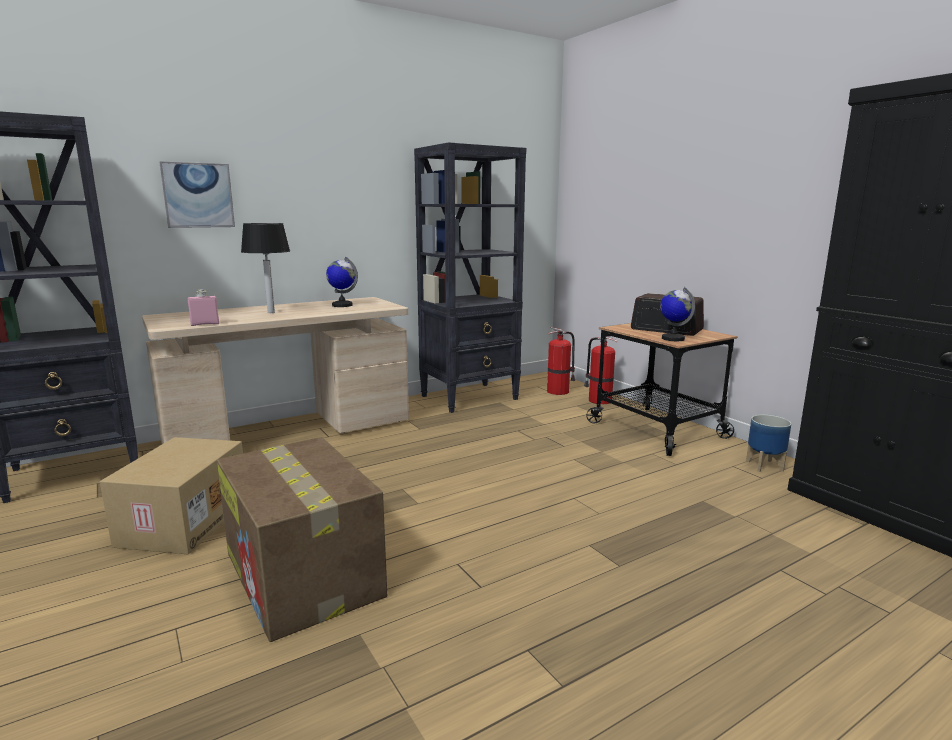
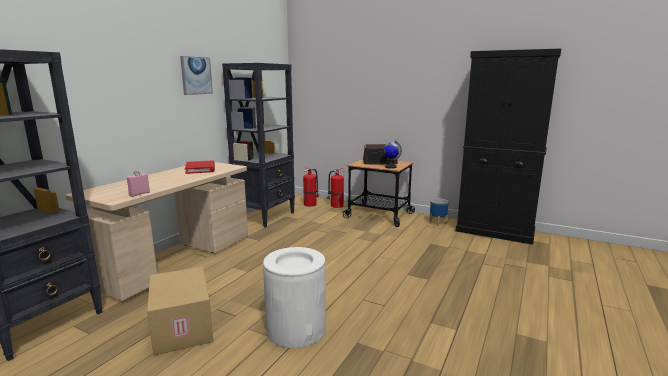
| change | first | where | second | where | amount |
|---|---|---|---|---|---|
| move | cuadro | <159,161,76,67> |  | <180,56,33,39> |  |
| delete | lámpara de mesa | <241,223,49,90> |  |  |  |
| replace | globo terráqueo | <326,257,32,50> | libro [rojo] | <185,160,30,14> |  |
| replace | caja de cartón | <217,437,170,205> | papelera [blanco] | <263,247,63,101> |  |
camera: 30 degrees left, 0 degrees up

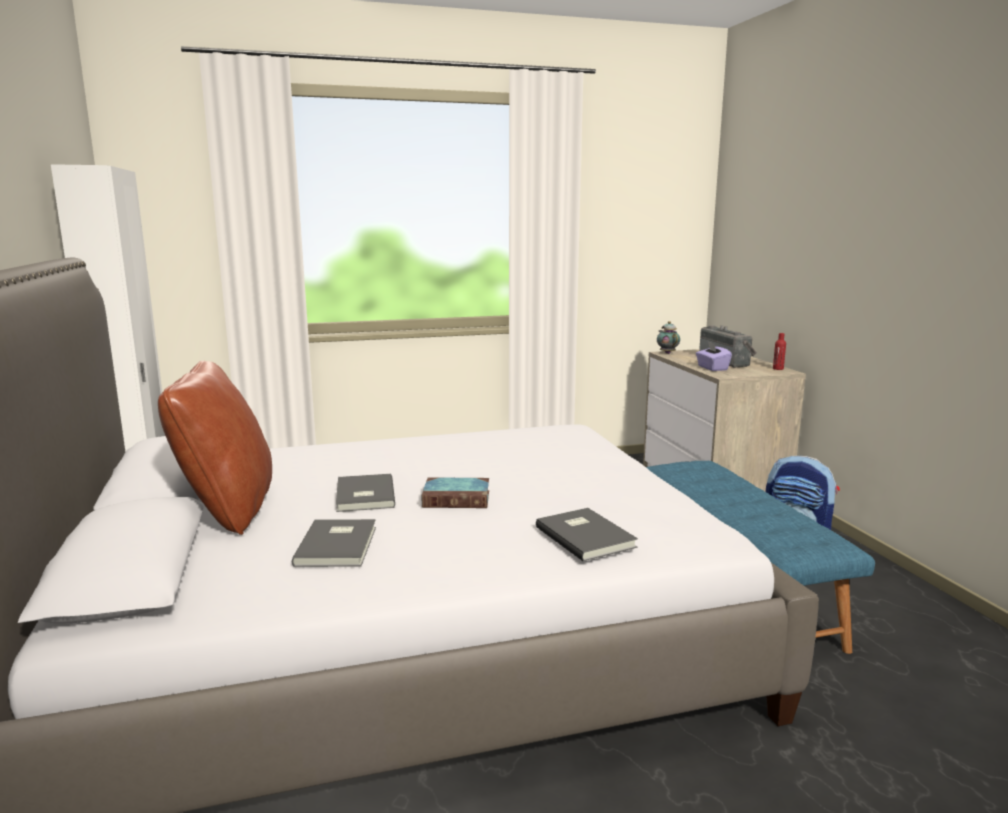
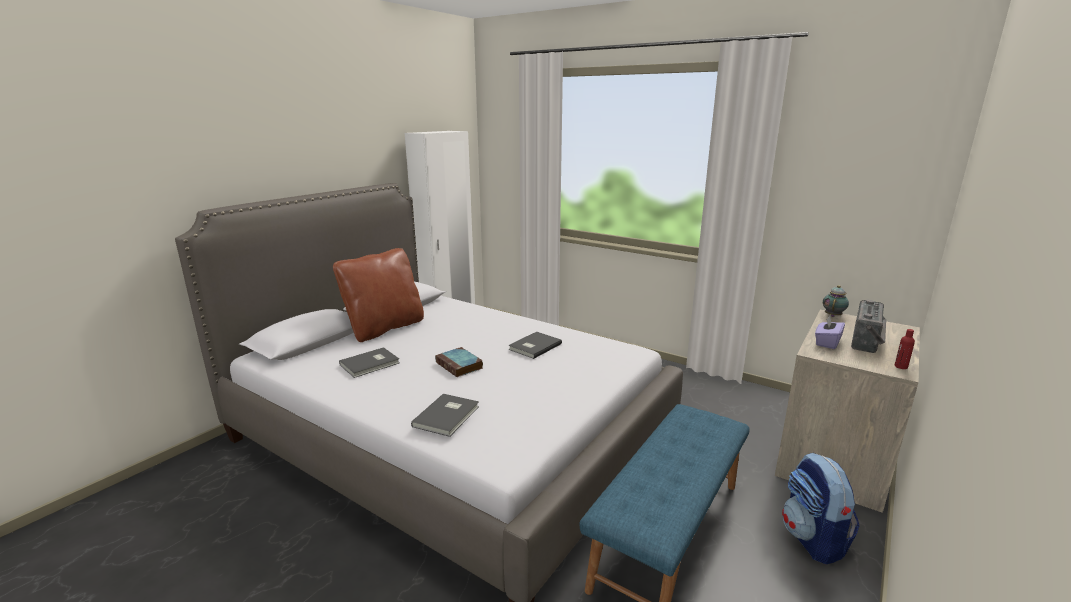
| change | first | where | second | where | amount |
|---|---|---|---|---|---|
| move | libro [gris] | <336,474,59,38> |  | <508,332,54,27> |  |
camera: 50 degrees right, 5 degrees up

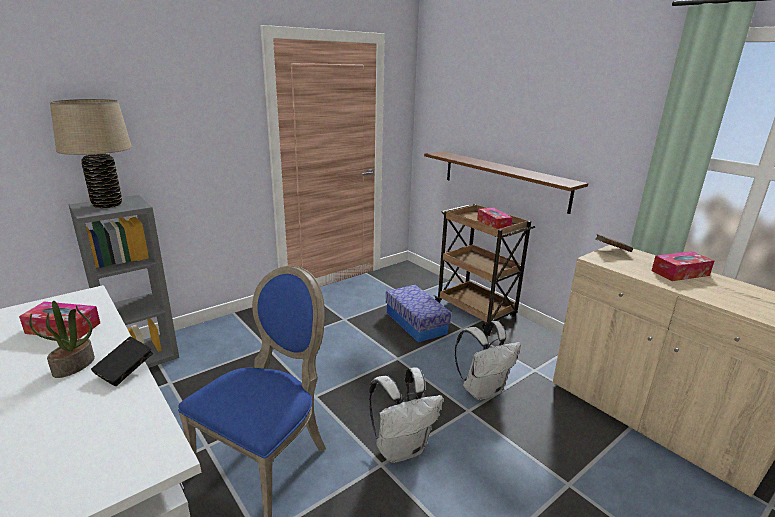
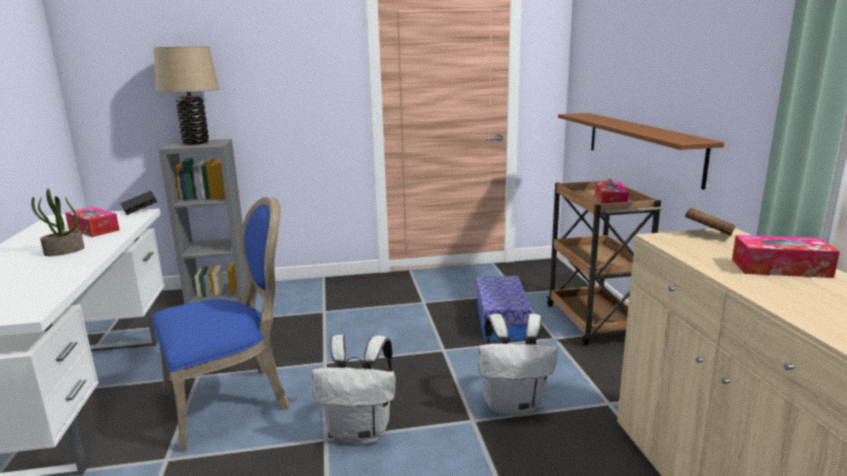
| change | first | where | second | where | amount |
|---|---|---|---|---|---|
| move | libro [negro] | <91,337,62,49> |  | <120,190,37,25> |  |
camera: 30 degrees right, 5 degrees down

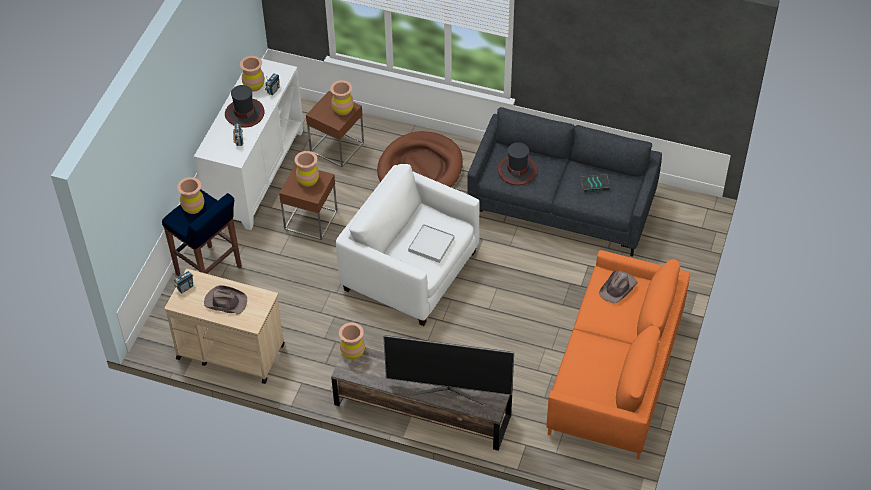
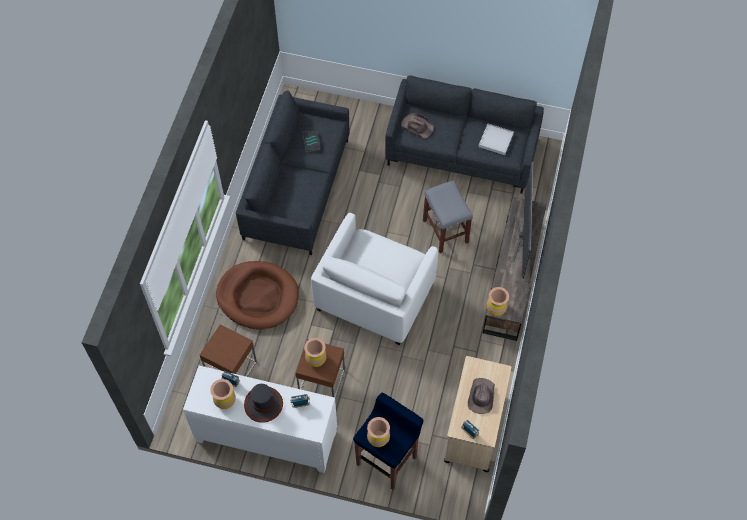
| change | first | where | second | where | amount |
|---|---|---|---|---|---|
| delete | florero [marrón] | <330,80,24,35> |  |  |  |
| delete | sombrero | <498,142,40,43> |  |  |  |
| move | bandeja [blanco] | <408,224,46,39> |  | <478,123,36,32> |  |
| recolor | sofá [naranja] | <546,250,144,210> | sofá [gris] | <385,75,159,119> |  |
| insert |  |  | taburete [gris] | <423,180,50,73> |  |
camera: 95 degrees left, 10 degrees up

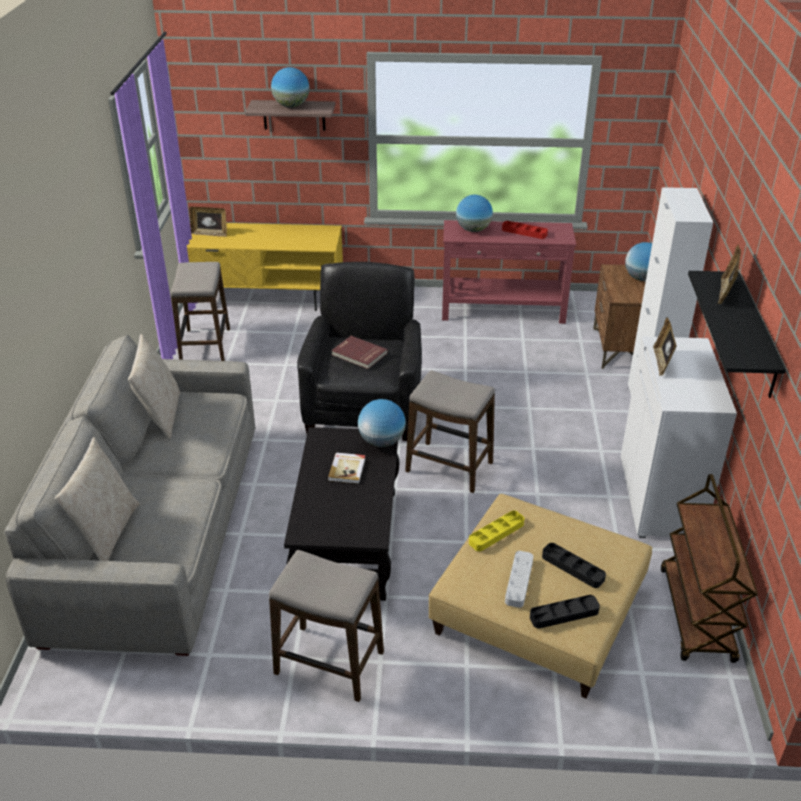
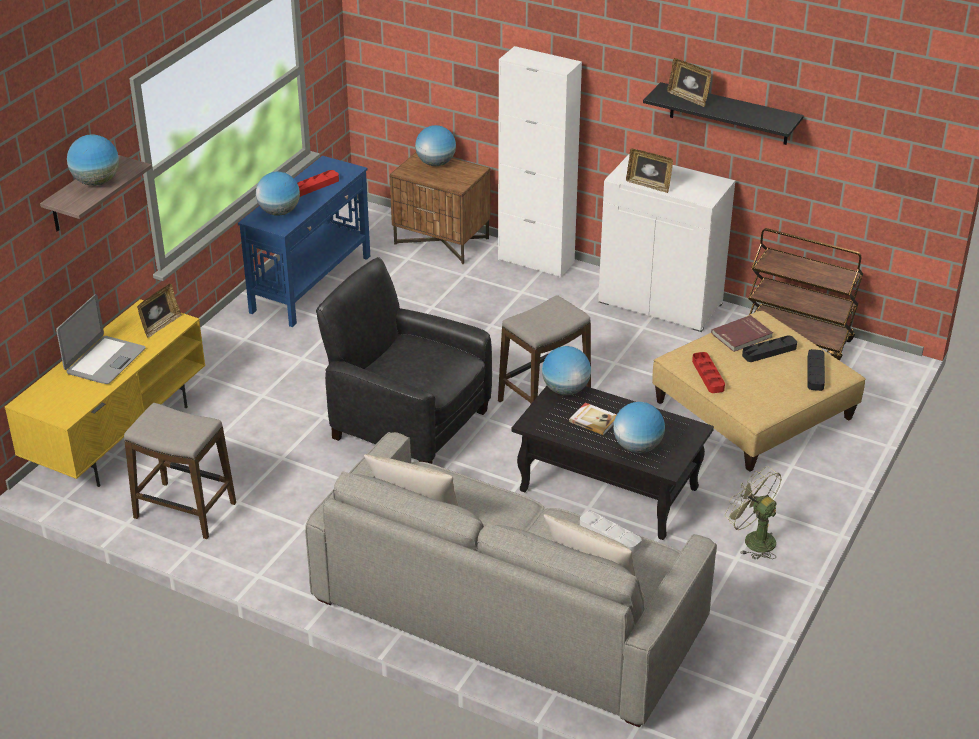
| change | first | where | second | where | amount |
|---|---|---|---|---|---|
| move | portarretratos | <189,207,38,30> |  | <137,284,45,54> |  |
| recolor | mesa consola [rojo] | <442,220,134,104> | mesa consola [azul] | <238,156,132,171> |  |
| move | libro [rojo] | <331,336,57,33> |  | <711,315,62,37> |  |
| recolor | bandeja [amarillo] | <469,511,55,40> | bandeja [rojo] | <692,352,33,41> |  |
| replace | taburete | <269,550,115,152> | ventilador [verde] | <725,466,57,93> |  |
| move | bandeja [gris] | <505,551,29,57> |  | <580,511,62,43> |  |
| insert |  |  | portátil | <56,294,90,90> |  |
| insert |  |  | globo terráqueo | <613,402,52,51> |  |
camera: 65 degrees left, 0 degrees up

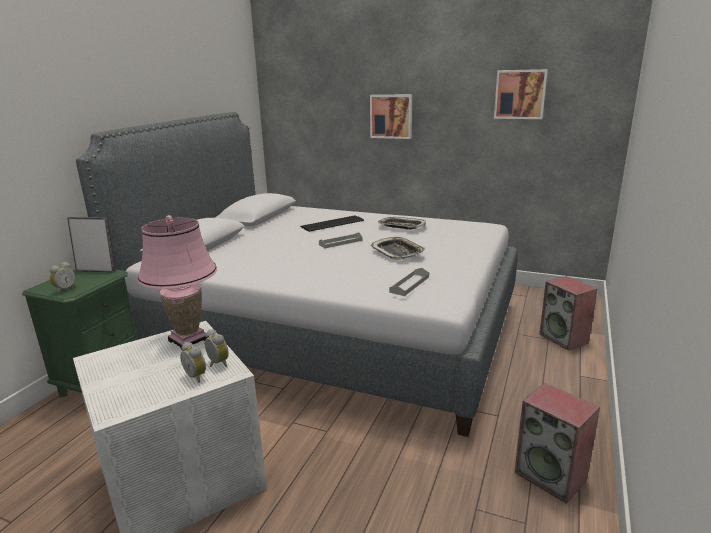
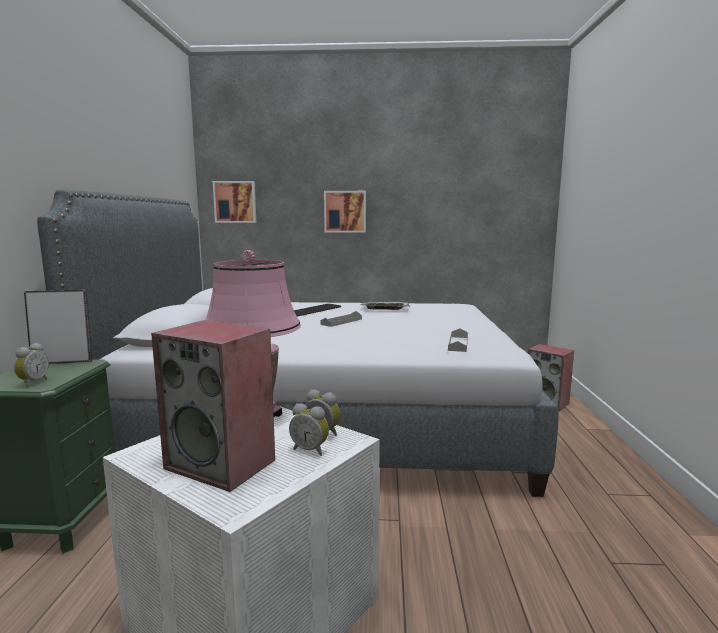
| change | first | where | second | where | amount |
|---|---|---|---|---|---|
| move | cuadro | <494,69,54,50> |  | <213,181,44,42> |  |
| delete | bandeja | <370,237,56,23> |  |  |  |
| move | altavoz | <514,383,86,121> |  | <151,320,124,172> |  |
camera: 20 degrees left, 10 degrees down

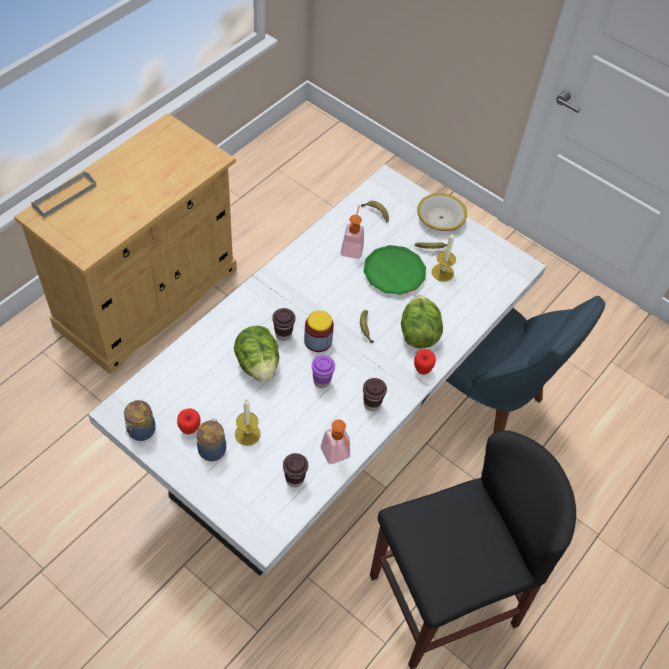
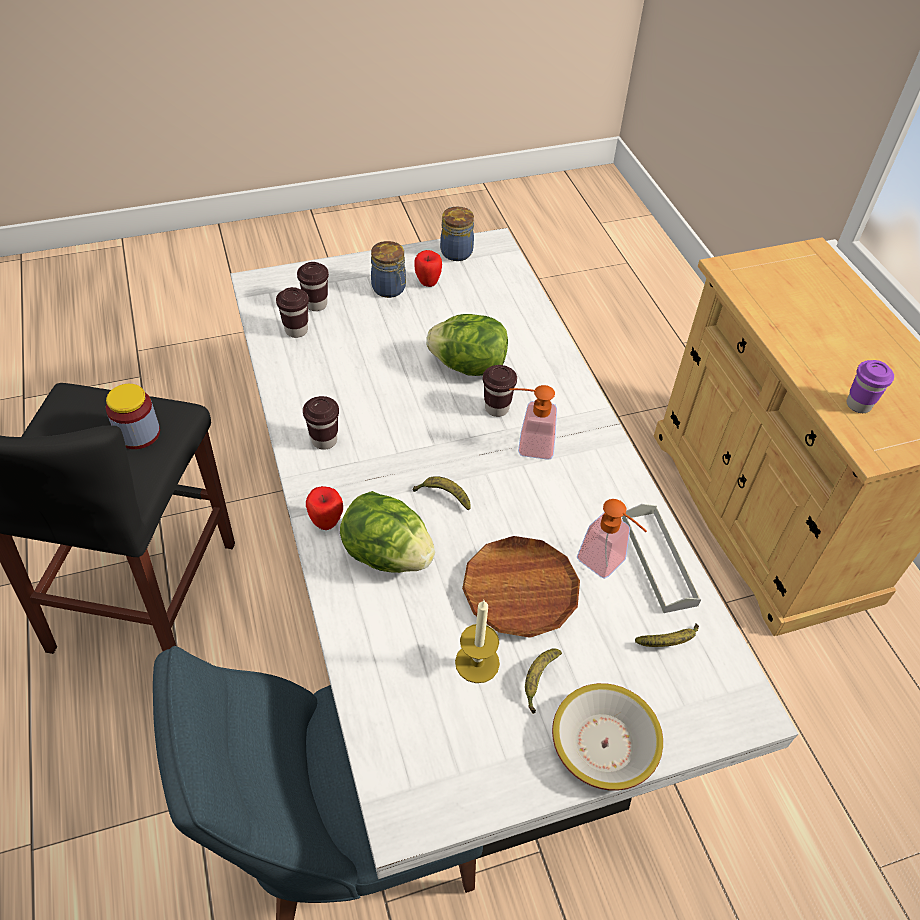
| change | first | where | second | where | amount |
|---|---|---|---|---|---|
| move | bandeja [gris] | <31,171,66,47> |  | <622,504,79,109> |  |
| recolor | plato [verde] | <364,245,62,50> | plato [marrón] | <462,536,118,102> |  |
| move | tarro | <304,311,30,41> |  | <106,384,54,65> |  |
| move | taza [morado] | <312,355,23,33> |  | <847,360,47,53> |  |
| delete | vela | <235,398,26,48> |  |  |  |
| move | dispensador de jabón | <321,419,29,45> |  | <509,385,48,75> |  |
| insert |  |  | taza [marrón] | <297,262,32,49> |  |
camera: 125 degrees right, 5 degrees down

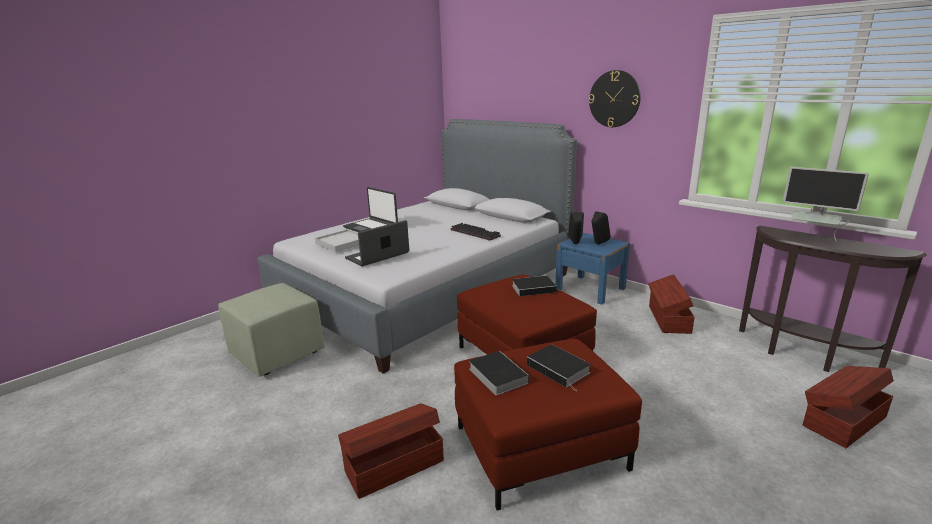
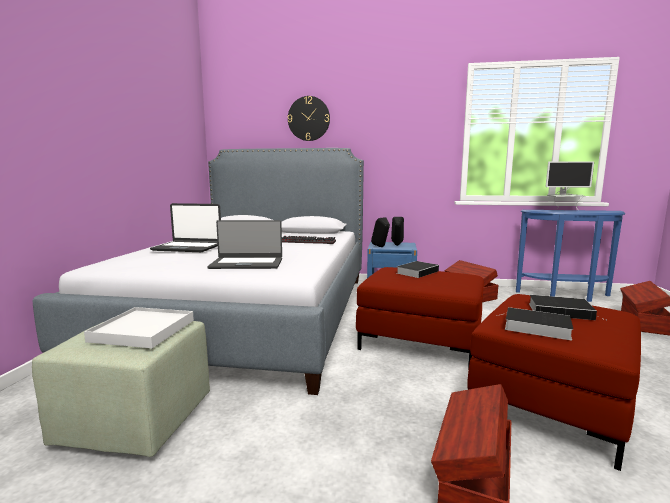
| change | first | where | second | where | amount |
|---|---|---|---|---|---|
| move | reloj de pared | <589,70,52,57> |  | <288,96,42,45> |  |
| rotate | portátil | <345,220,64,47> |  | <207,220,75,49> | 105 degrees counterclockwise |
| recolor | mesa consola [marrón] | <739,226,188,146> | mesa consola [azul] | <516,210,109,92> |  |
| move | bandeja [blanco] | <315,229,44,23> |  | <84,307,110,41> |  |
camera: 35 degrees left, 10 degrees down

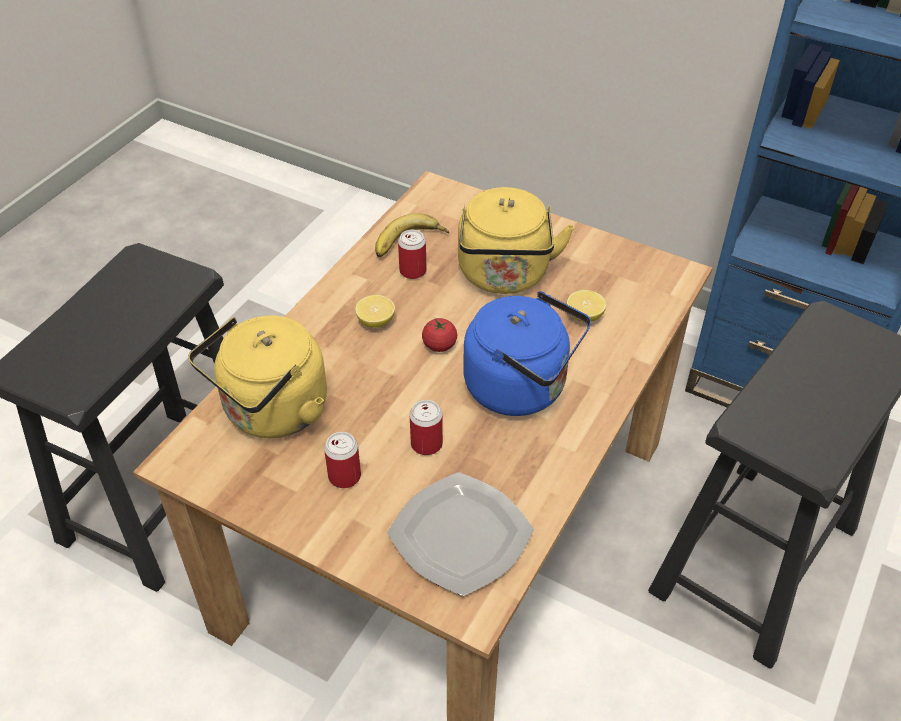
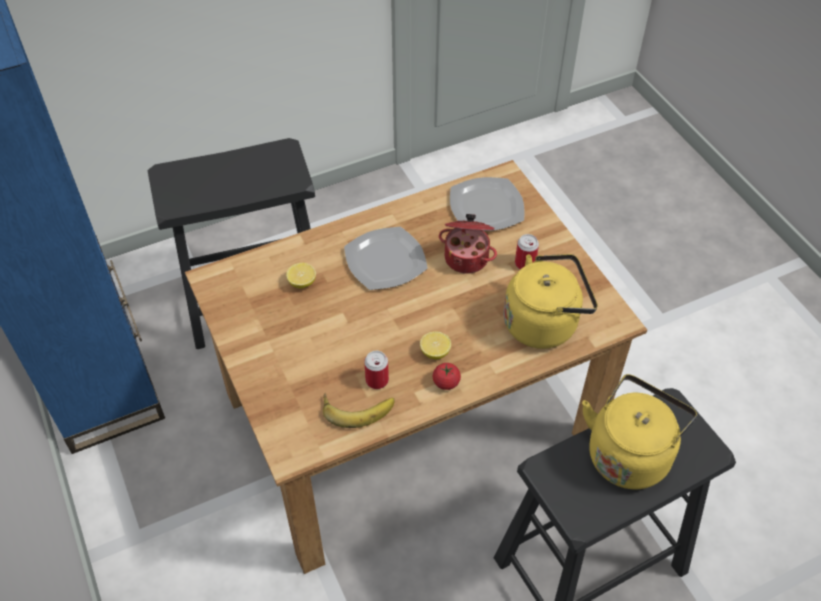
| change | first | where | second | where | amount |
|---|---|---|---|---|---|
| move | hervidor [amarillo] | <458,187,116,107> |  | <582,374,115,116> |  |
| replace | hervidor [azul] | <463,291,128,125> | plato | <344,227,84,63> |  |
| move | tomate | <422,318,35,34> |  | <433,363,28,27> |  |
| replace | lata | <410,400,33,55> | olla | <439,214,58,60> |  |
camera: 145 degrees left, 5 degrees up

